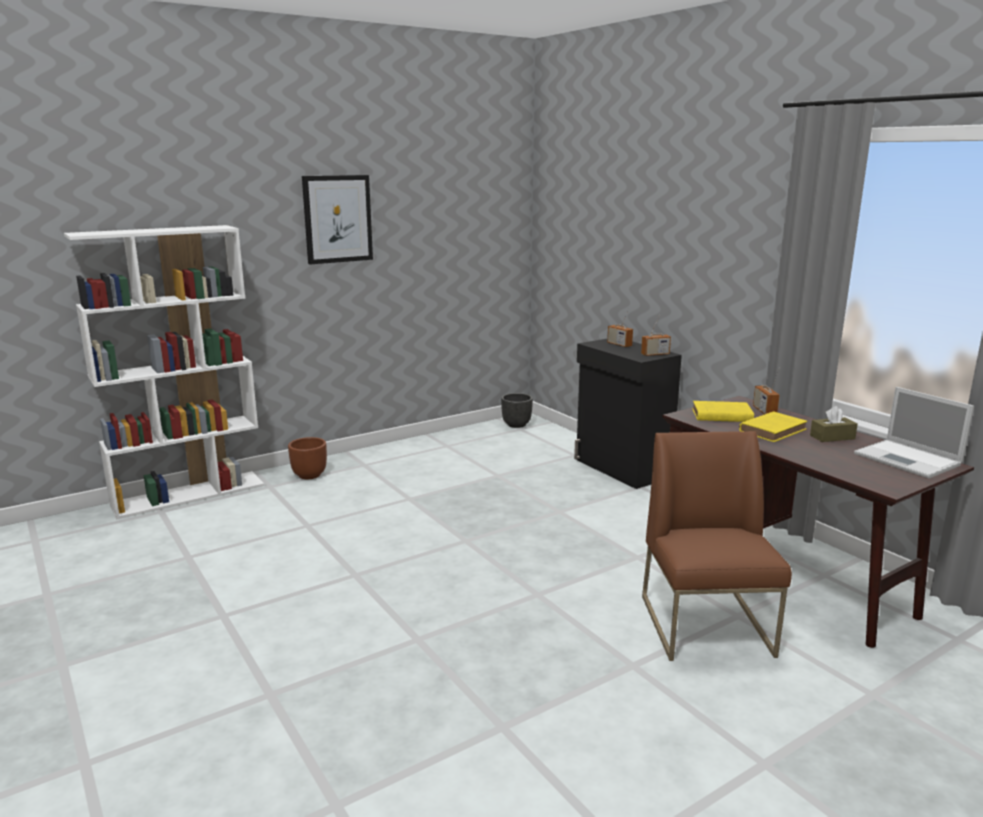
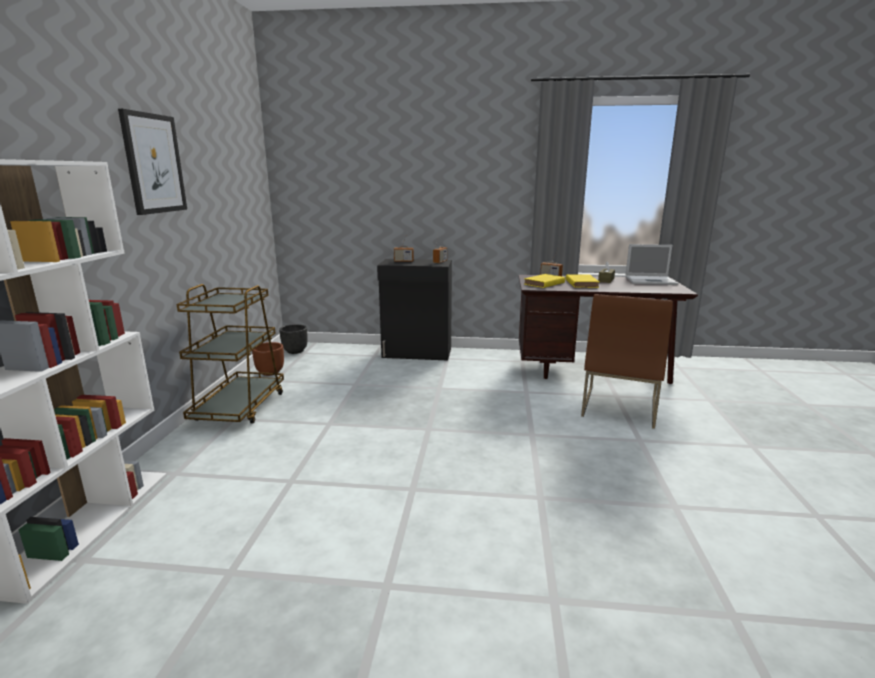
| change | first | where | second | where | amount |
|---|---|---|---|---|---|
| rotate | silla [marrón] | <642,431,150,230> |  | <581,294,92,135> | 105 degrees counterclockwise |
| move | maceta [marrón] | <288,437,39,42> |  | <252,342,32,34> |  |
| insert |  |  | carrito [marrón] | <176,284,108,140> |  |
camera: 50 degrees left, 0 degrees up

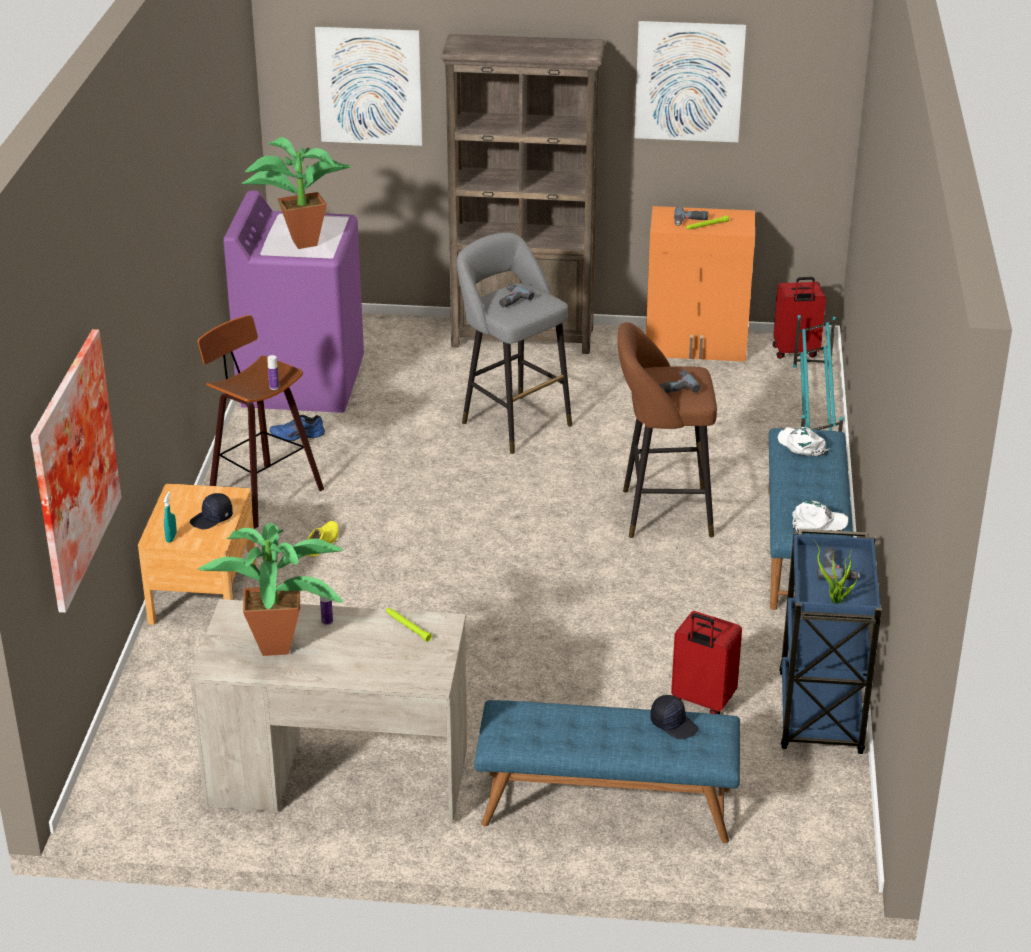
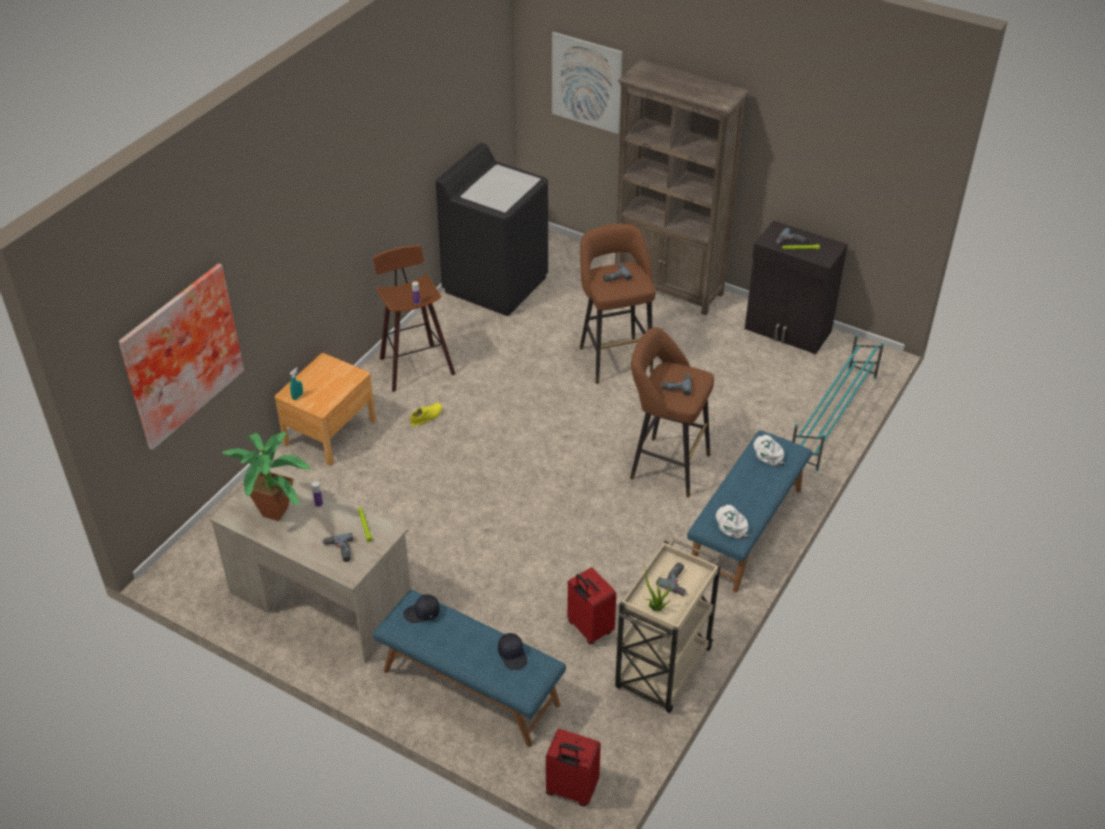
| change | first | where | second | where | amount |
|---|---|---|---|---|---|
| delete | cuadro | <634,21,112,121> |  |  |  |
| delete | planta en maceta | <241,137,111,112> |  |  |  |
| recolor | lavadora [morado] | <223,191,141,222> | lavadora [negro] | <436,143,112,173> |  |
| recolor | armario [naranja] | <646,206,109,156> | armario [negro] | <745,221,103,133> |  |
| recolor | taburete [gris] | <457,232,115,222> | taburete [marrón] | <580,224,76,160> |  |
| move | maleta [rojo] | <773,277,53,82> |  | <546,729,55,77> |  |
| delete | zapato [azul] | <269,415,56,26> |  |  |  |
| move | gorra [negro] | <190,493,43,36> |  | <403,594,37,29> |  |
| rotate | gorra [blanco] | <792,501,57,31> |  | <716,505,34,34> | 120 degrees counterclockwise |
| recolor | carrito [azul] | <779,529,103,225> | carrito [beis] | <615,538,106,175> |  |
| insert |  |  | taladro | <322,533,31,29> |  |
camera: 25 degrees right, 10 degrees up

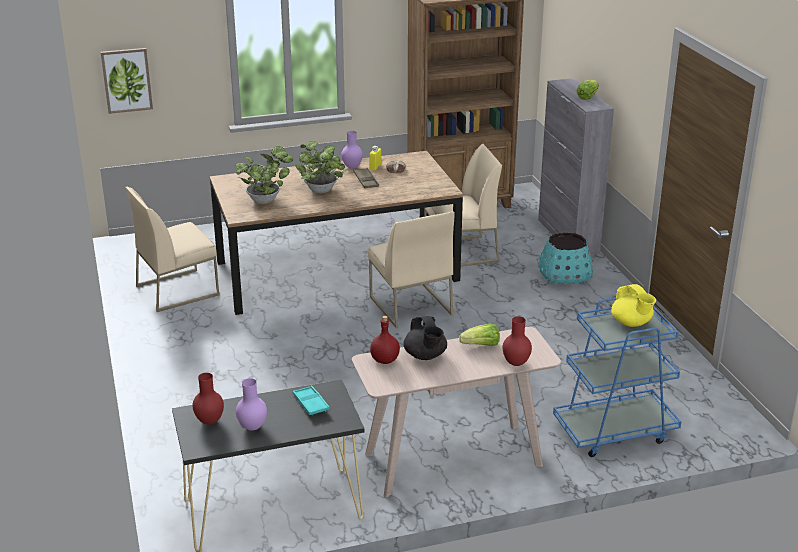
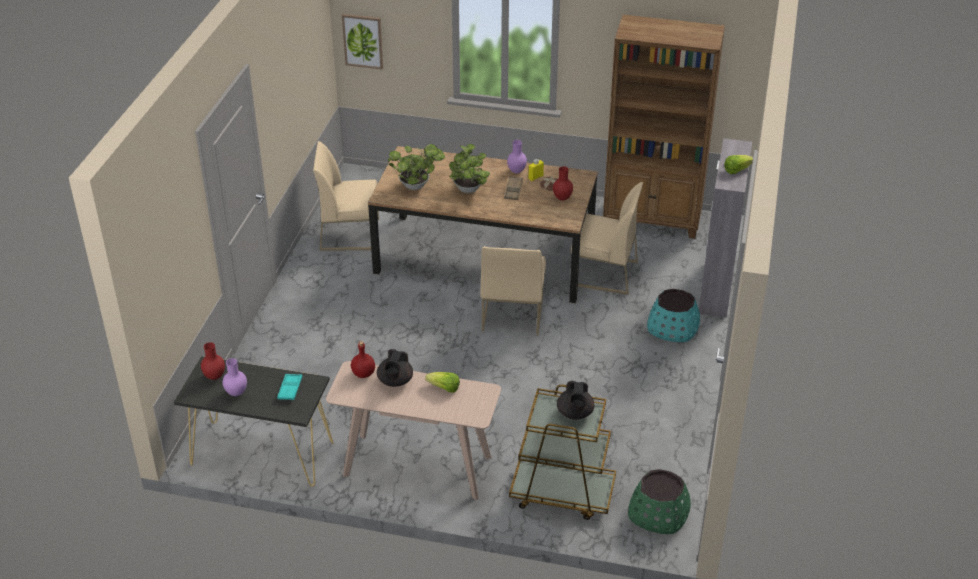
| change | first | where | second | where | amount |
|---|---|---|---|---|---|
| recolor | tetera [amarillo] | <611,284,45,43> | tetera [negro] | <557,381,37,39> |  |
| recolor | carrito [azul] | <553,297,128,160> | carrito [marrón] | <509,385,107,135> |  |
| move | florero [rojo] | <503,316,29,50> |  | <553,166,20,35> |  |
| insert |  |  | maceta [verde] | <628,469,63,65> |  |
camera: 30 degrees right, 10 degrees up

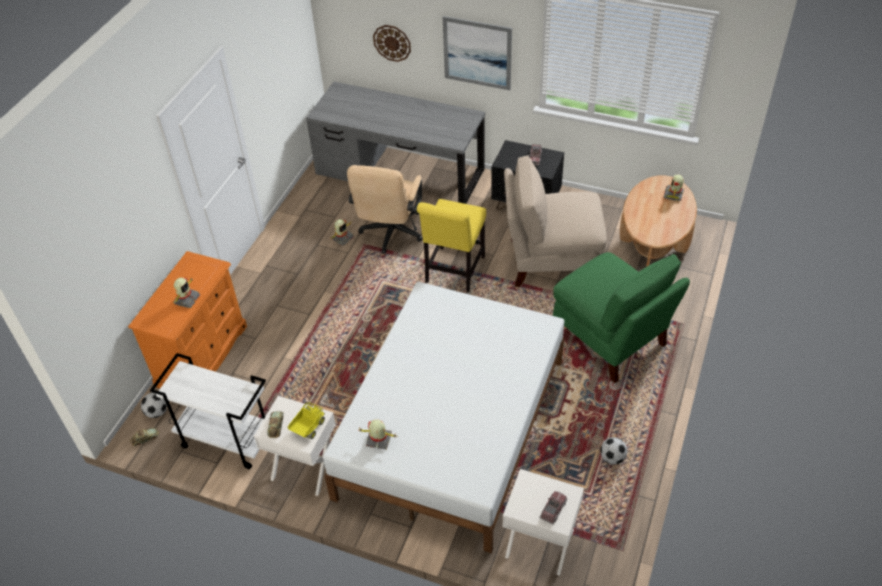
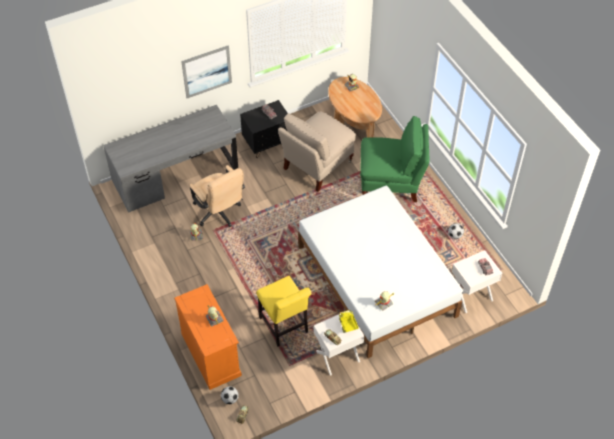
| change | first | where | second | where | amount |
|---|---|---|---|---|---|
| delete | reloj de pared | <373,25,38,37> |  |  |  |
| move | silla [amarillo] | <417,199,69,93> |  | <256,276,55,70> |  |
| delete | carrito [blanco] | <150,353,119,116> |  |  |  |
camera: 50 degrees left, 5 degrees up

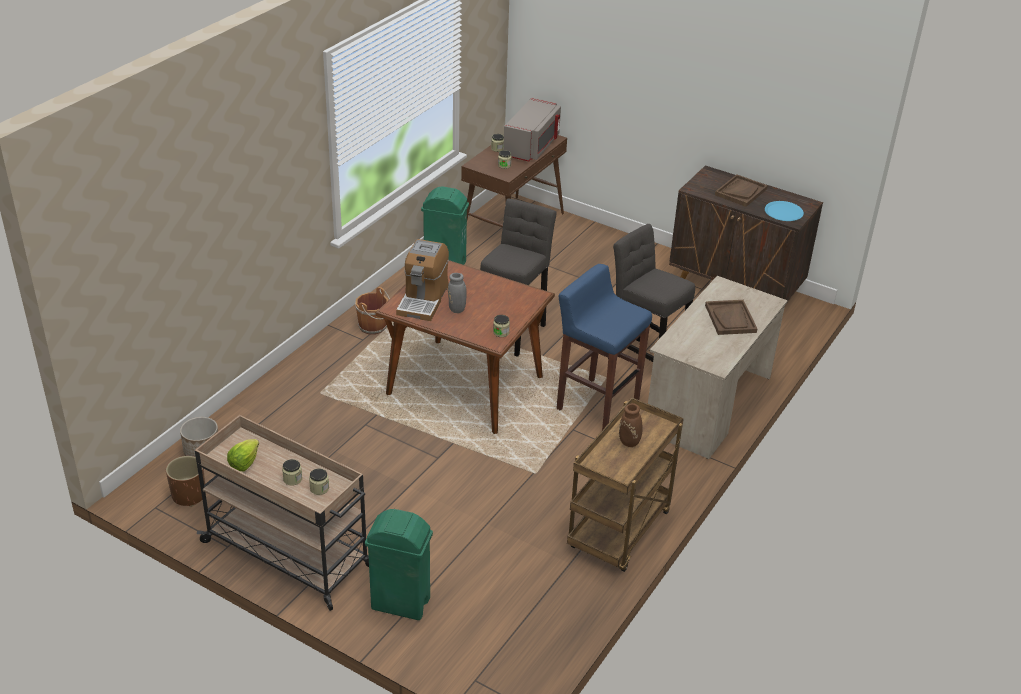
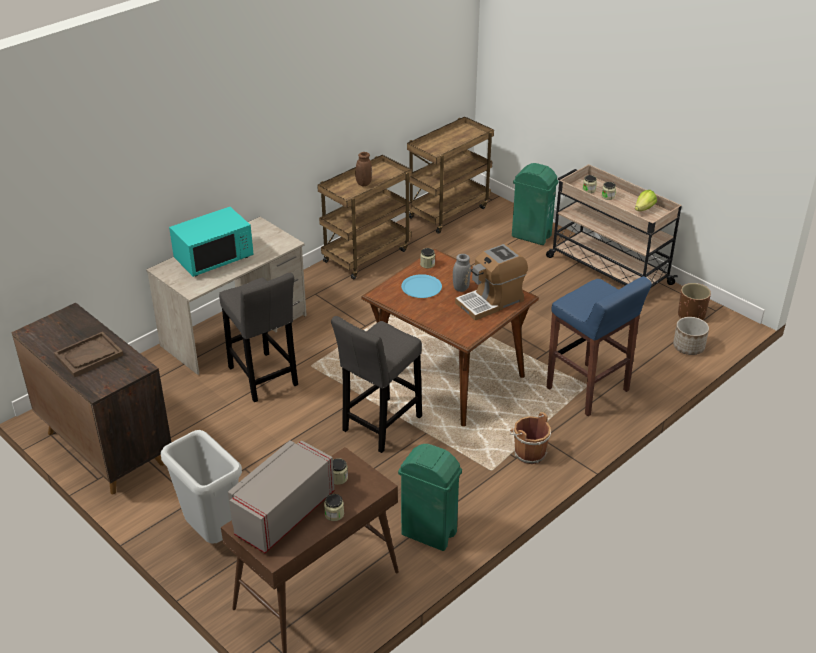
| change | first | where | second | where | amount |
|---|---|---|---|---|---|
| move | plato [azul] | <765,201,39,20> |  | <401,274,41,24> |  |
| rotate | cafetera | <396,239,53,82> |  | <455,244,73,77> | 150 degrees counterclockwise |
| move | taburete [azul] | <556,264,96,166> |  | <547,276,105,140> |  |
| replace | bandeja [marrón] | <705,300,52,35> | microondas [turquesa] | <169,207,85,70> |  |
| insert |  |  | carrito [marrón] | <407,117,87,117> |  |
| insert |  |  | papelera [gris] | <161,430,81,114> |  |
camera: 165 degrees left, 0 degrees up

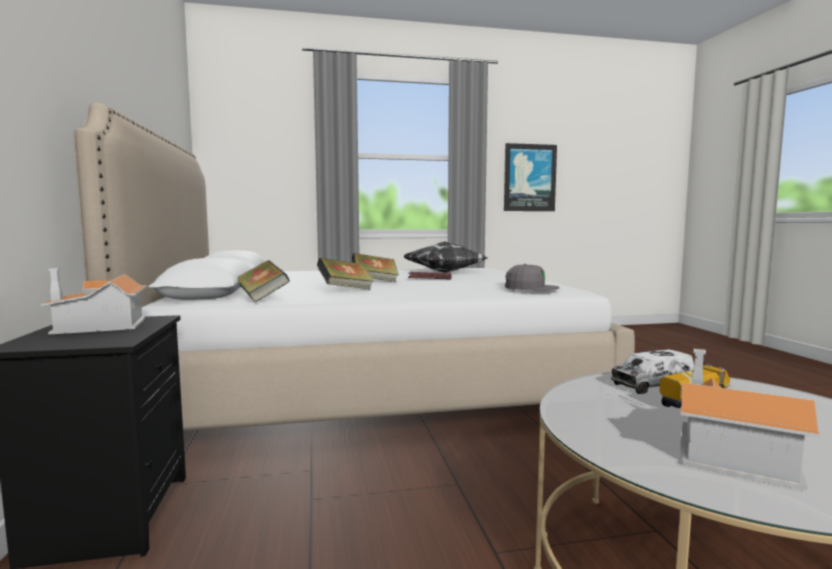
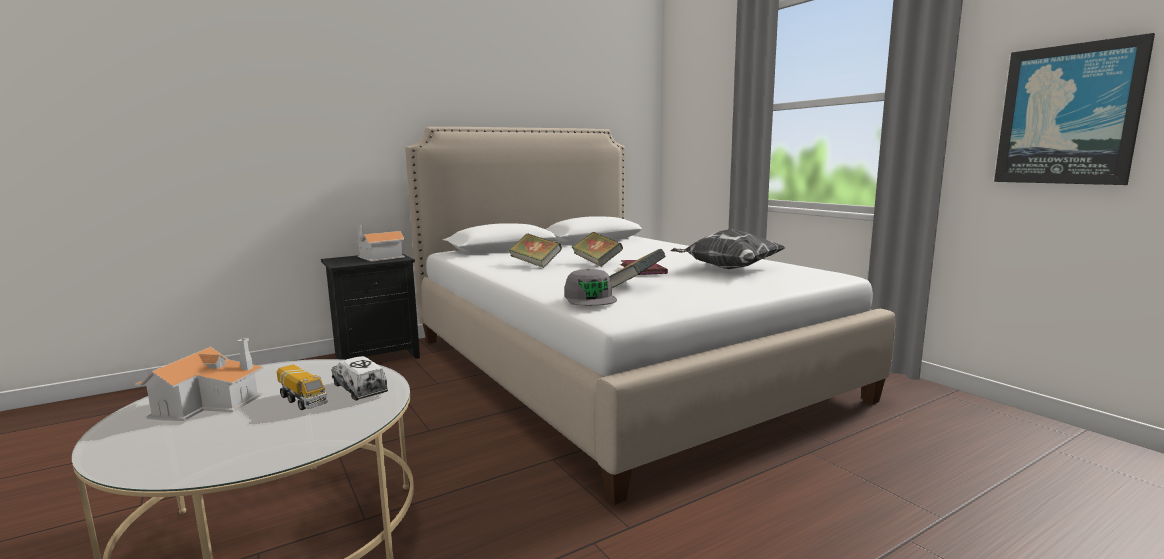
| change | first | where | second | where | amount |
|---|---|---|---|---|---|
| move | libro | <238,260,52,43> |  | <609,249,57,39> |  |
camera: 70 degrees right, 5 degrees up

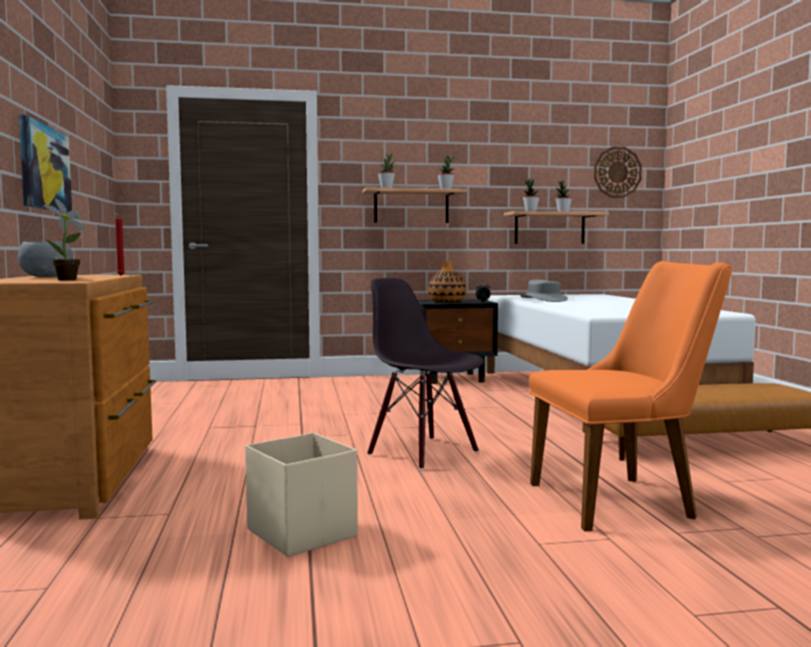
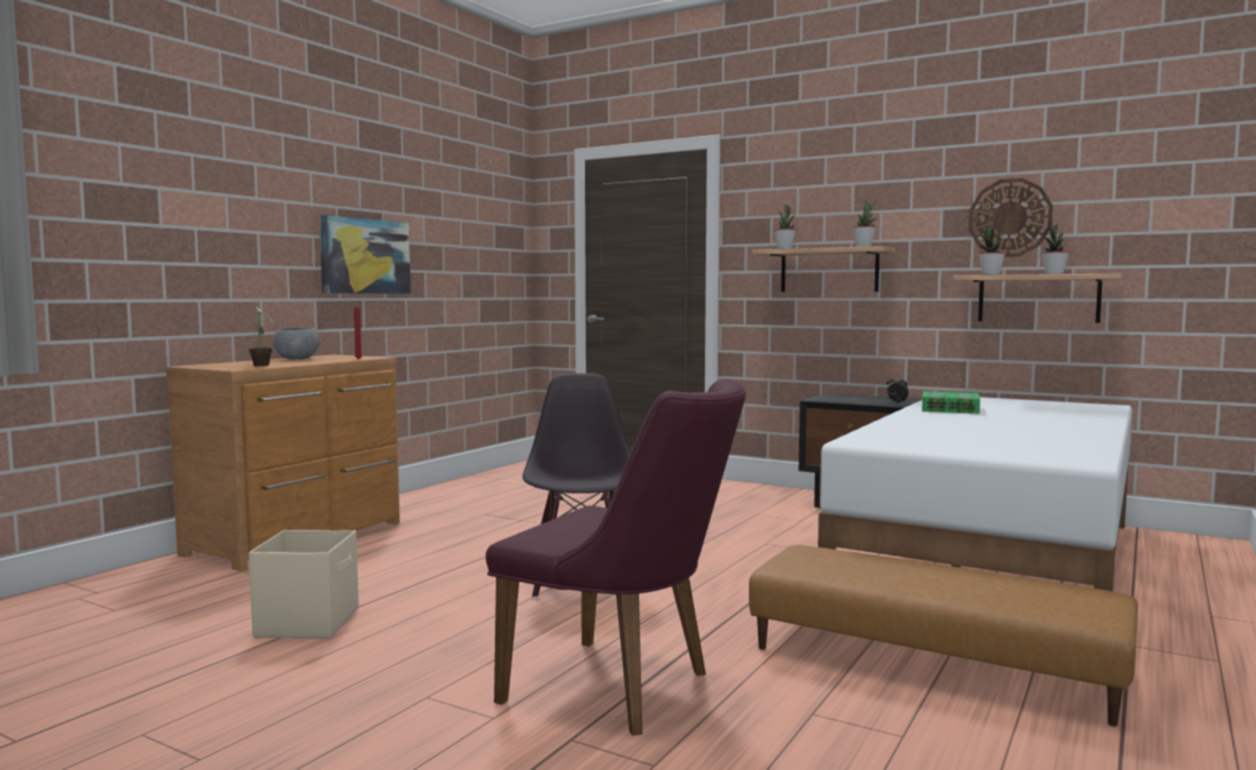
| change | first | where | second | where | amount |
|---|---|---|---|---|---|
| move | reloj de pared | <594,147,48,51> |  | <969,178,84,79> |  |
| delete | florero | <428,261,38,41> |  |  |  |
| recolor | silla [naranja] | <529,261,203,270> | silla [morado] | <486,379,260,357> |  |
| replace | sombrero [gris] | <521,280,47,22> | libro | <922,391,58,23> |  |
camera: 40 degrees right, 0 degrees up

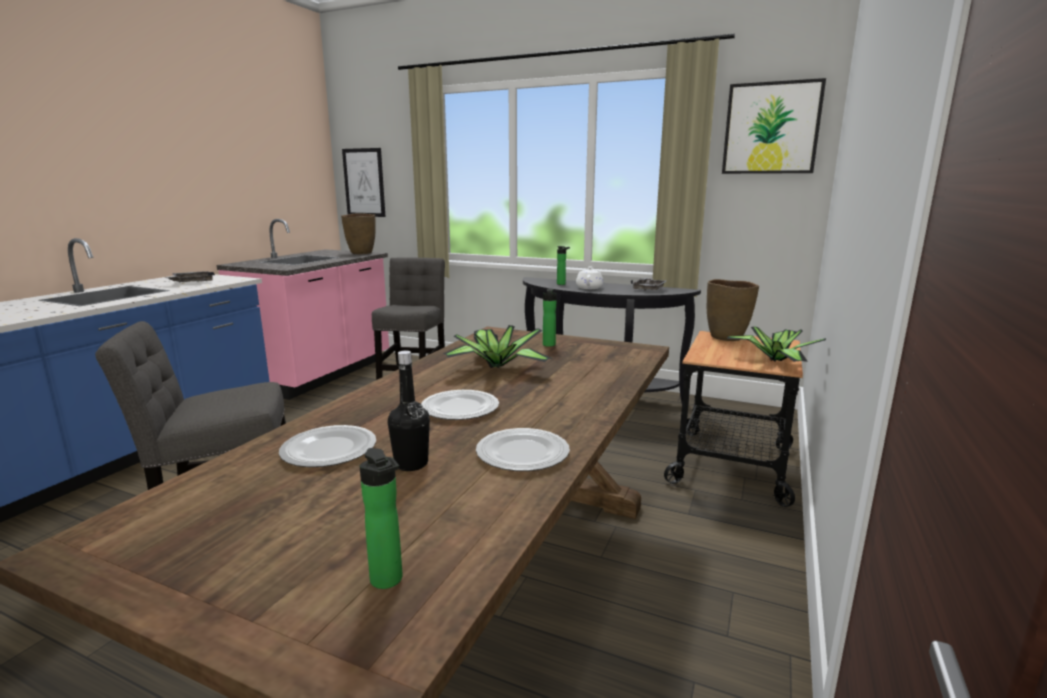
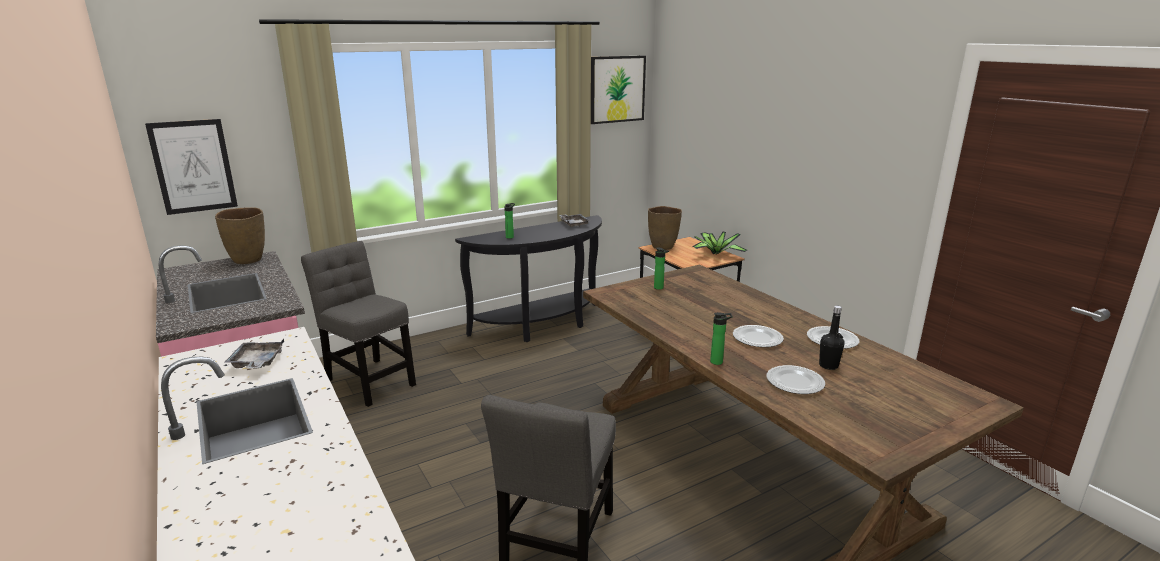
| change | first | where | second | where | amount |
|---|---|---|---|---|---|
| delete | tetera [blanco] | <576,267,27,22> |  |  |  |
| delete | planta en maceta | <443,325,109,44> |  |  |  |
| move | botella | <360,448,43,141> |  | <710,312,23,53> |  |
camera: 55 degrees left, 5 degrees up

